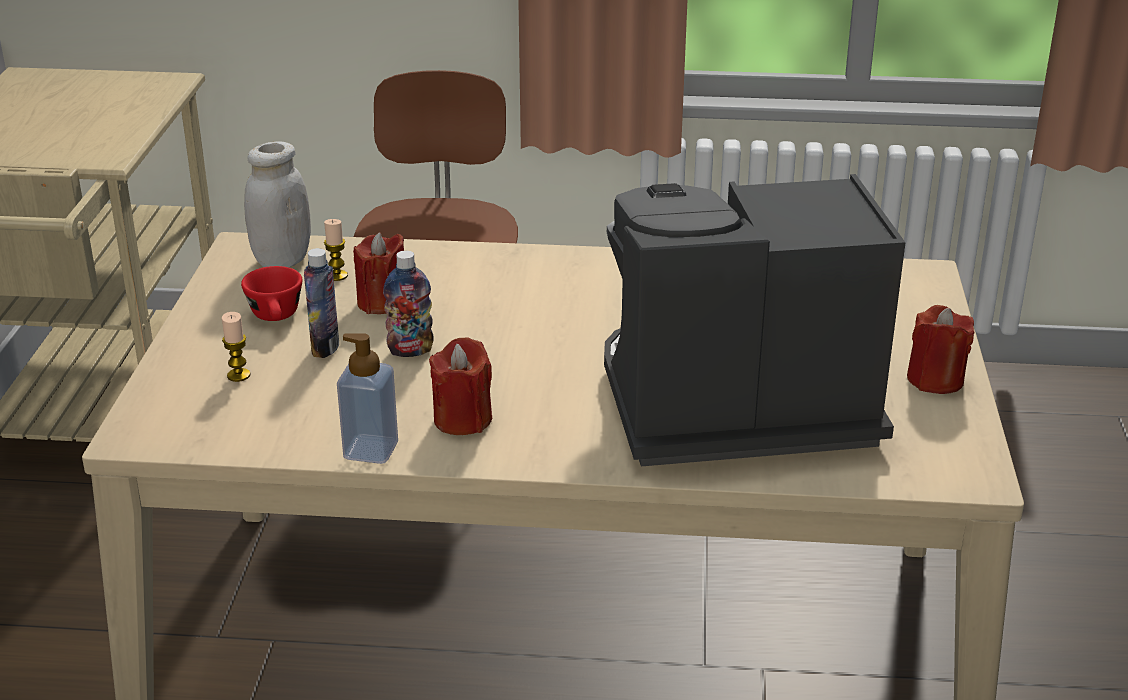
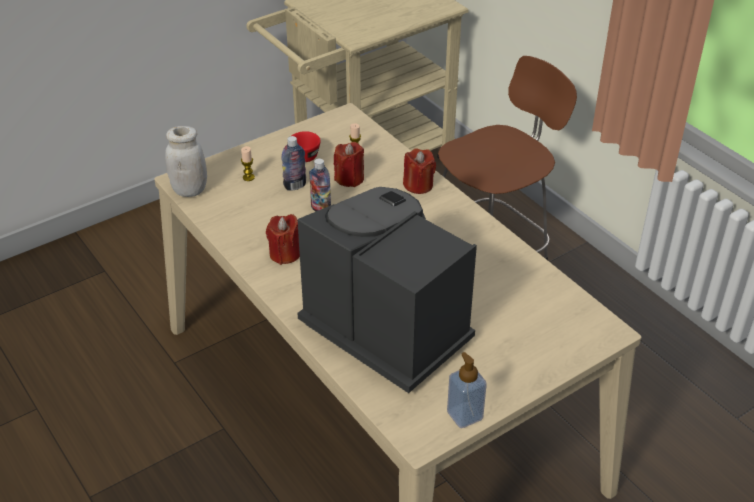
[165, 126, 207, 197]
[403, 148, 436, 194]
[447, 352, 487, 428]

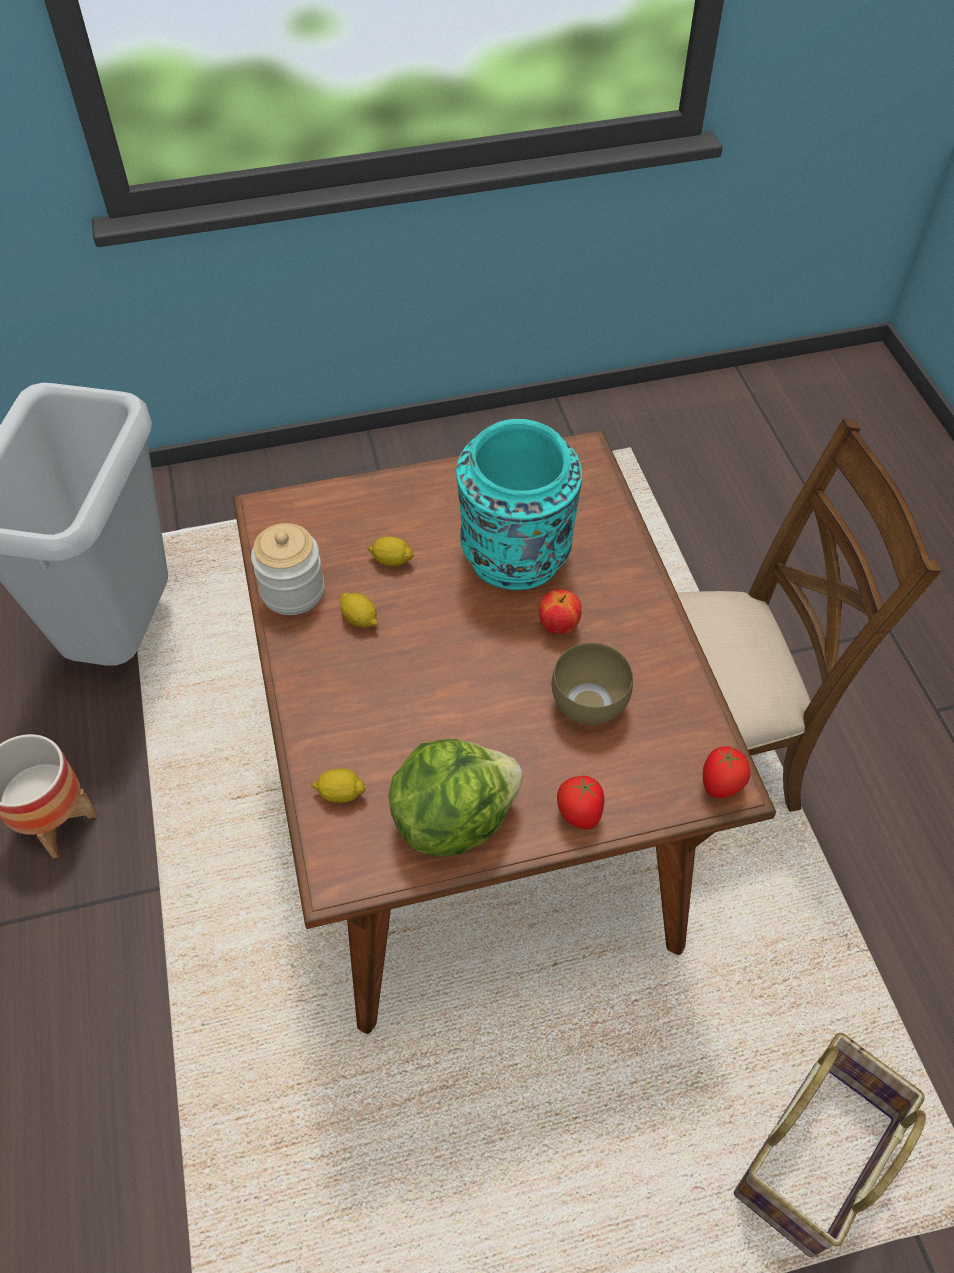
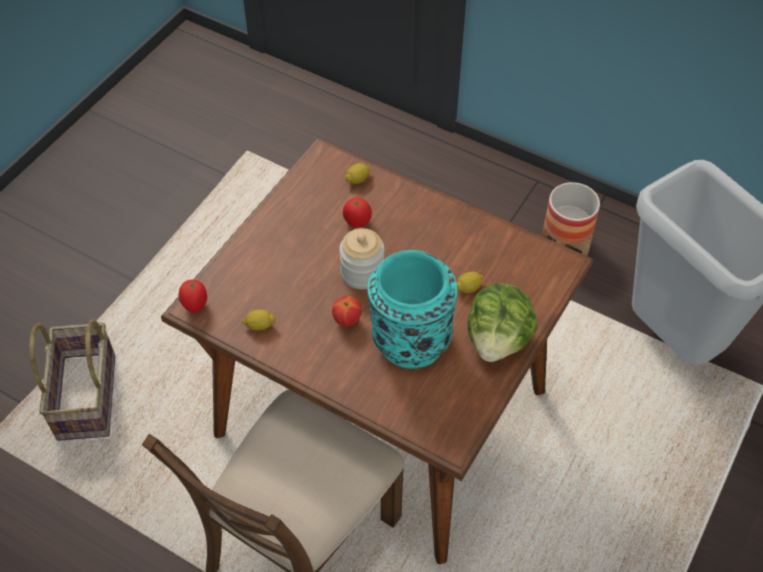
[339, 228, 384, 289]
[242, 309, 276, 331]
[552, 643, 633, 725] (first image)
[468, 283, 538, 362]
[343, 197, 372, 228]

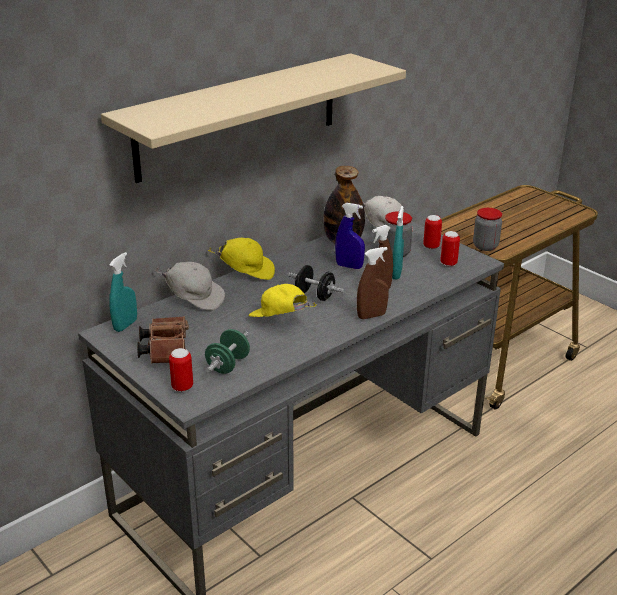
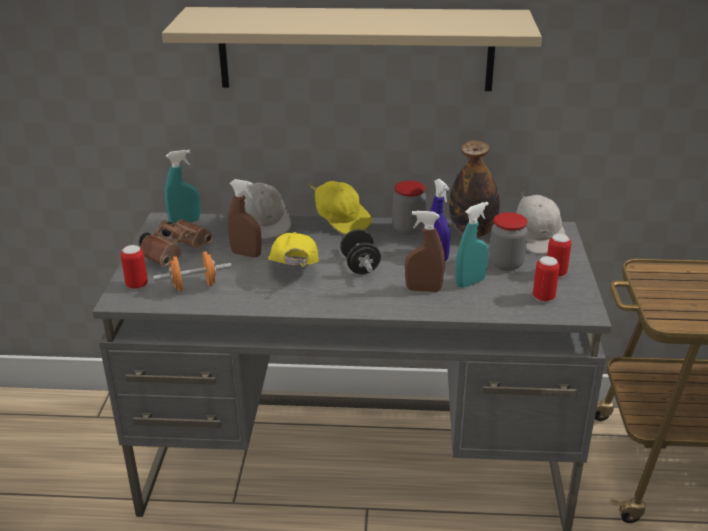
[393, 181, 426, 235]
[228, 179, 261, 257]
[153, 251, 232, 292]

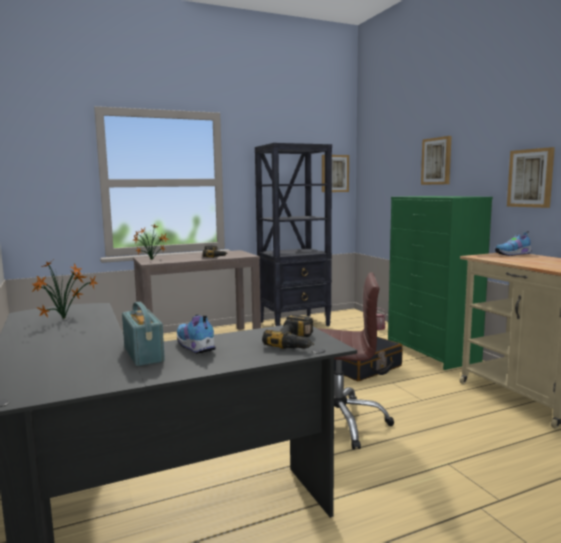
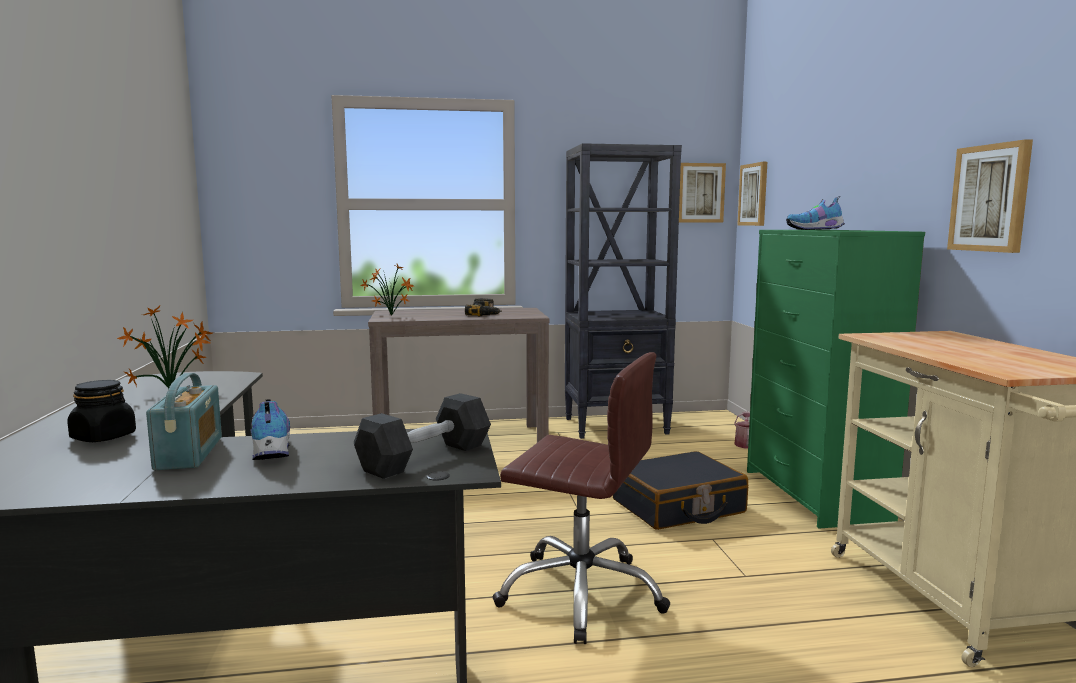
[737, 162, 767, 226]
[786, 196, 845, 230]
[354, 393, 491, 479]
[67, 380, 136, 442]

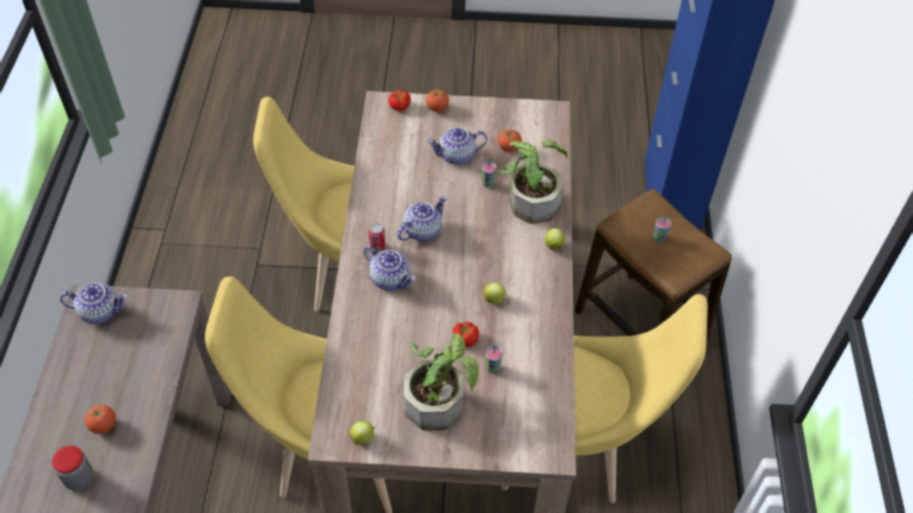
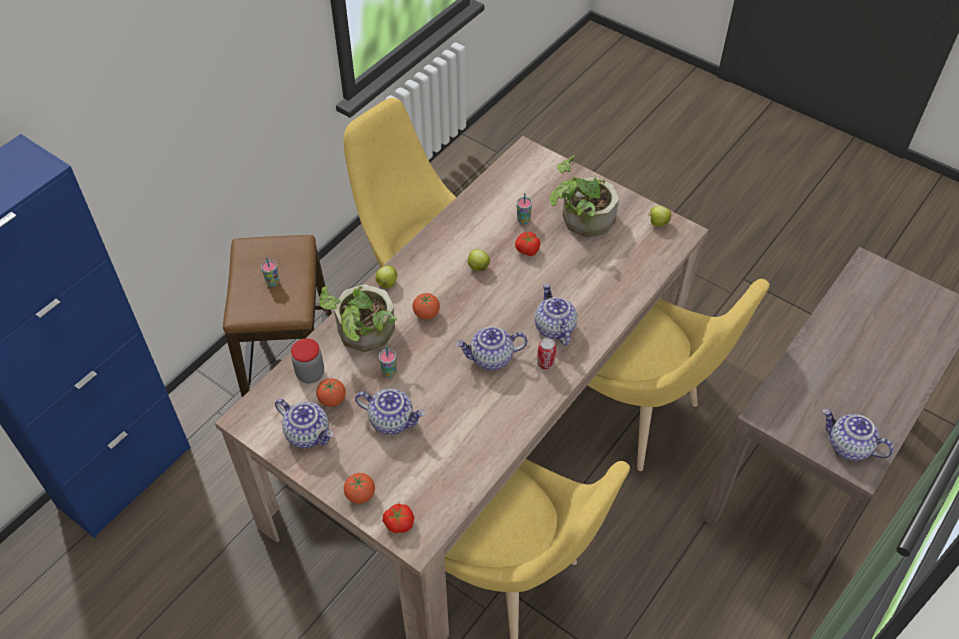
[412, 293, 440, 320]
[291, 339, 324, 384]
[275, 399, 334, 448]

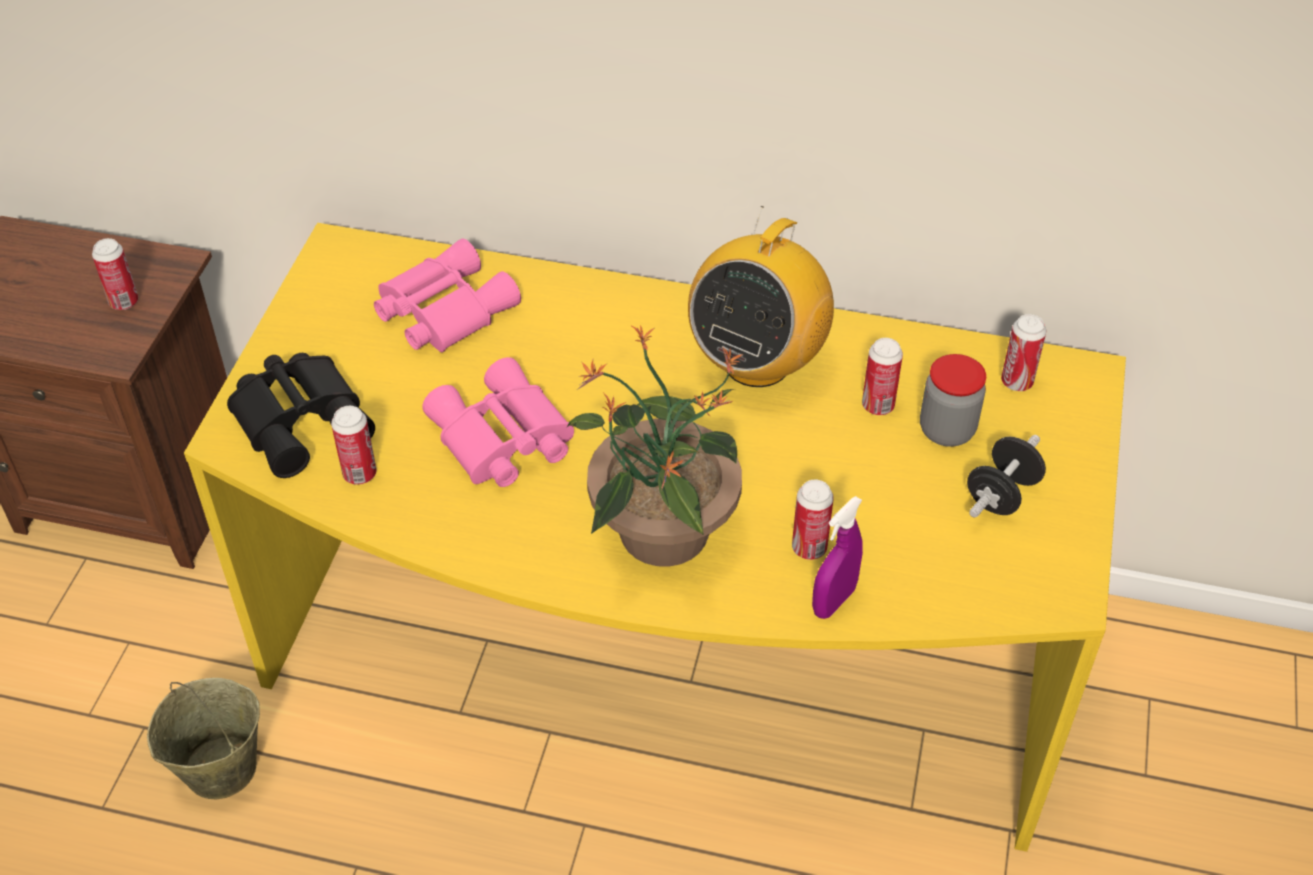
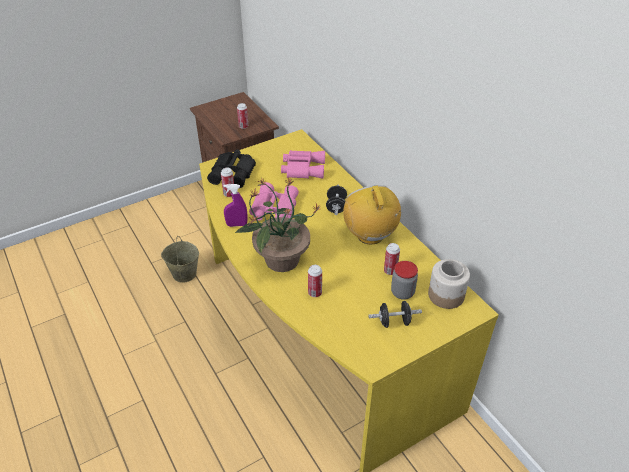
[343, 185, 401, 244]
[428, 259, 470, 309]
[223, 184, 248, 227]
[326, 185, 347, 215]

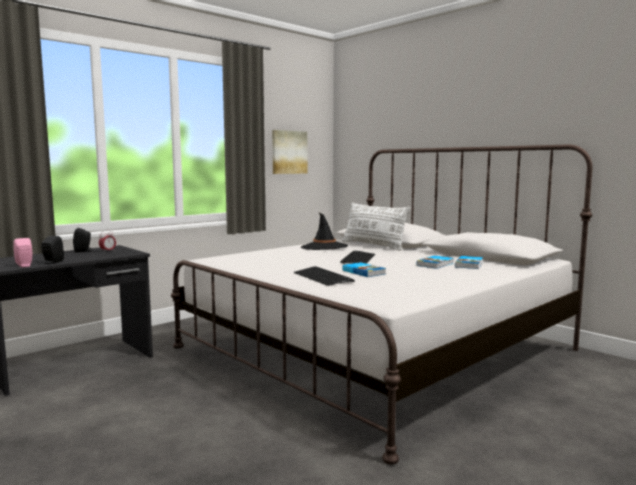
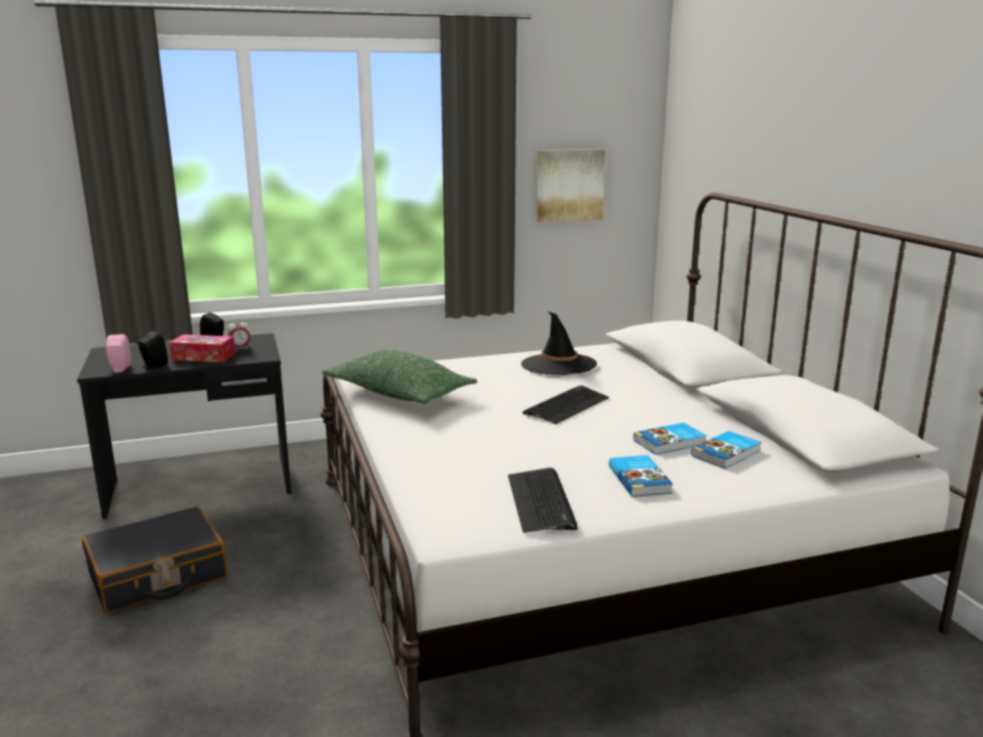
[342, 202, 411, 251] (first image)
[609, 455, 673, 497]
[508, 468, 577, 533]
[169, 334, 235, 362]
[322, 350, 477, 404]
[82, 507, 228, 613]

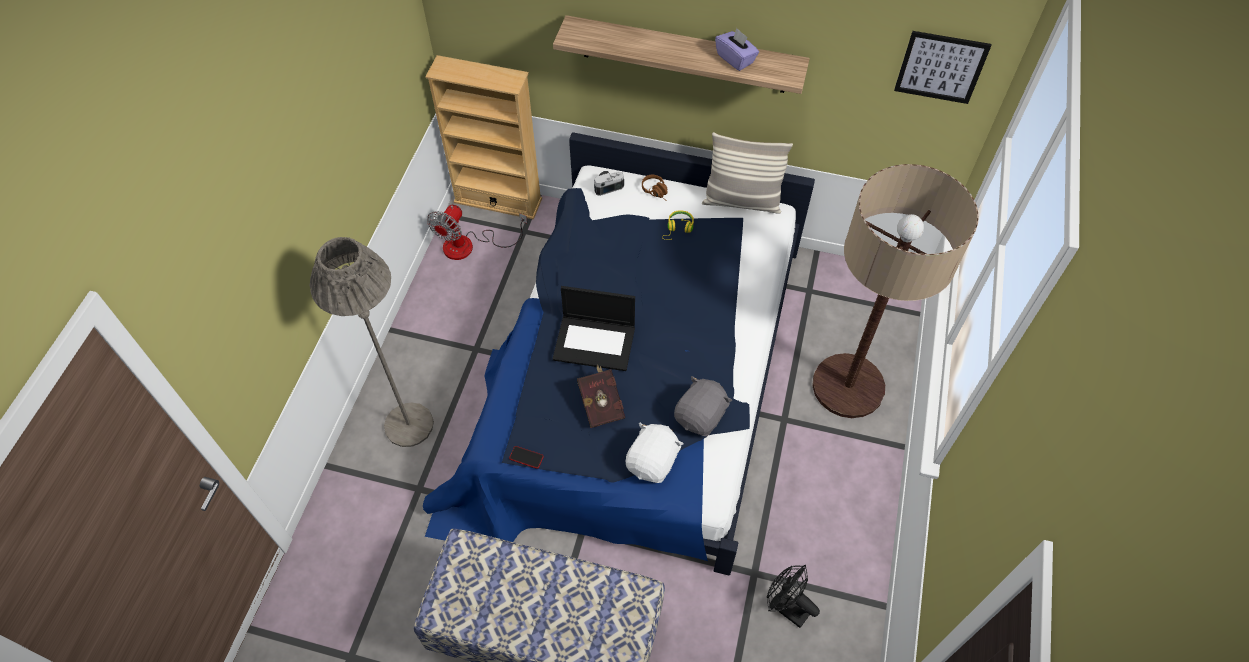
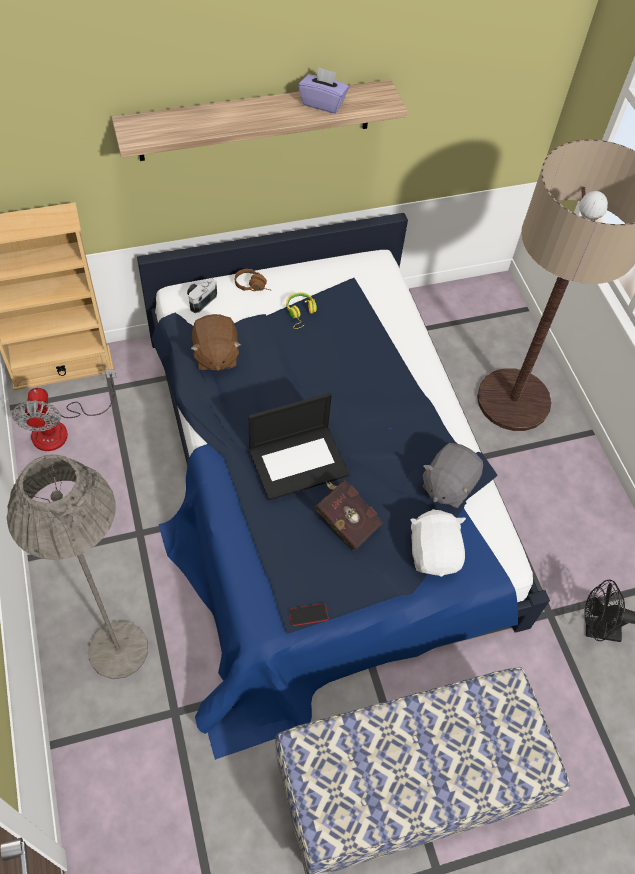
[894, 31, 991, 104] (first image)
[702, 132, 793, 214] (first image)
[422, 443, 483, 508]
[190, 314, 241, 371]

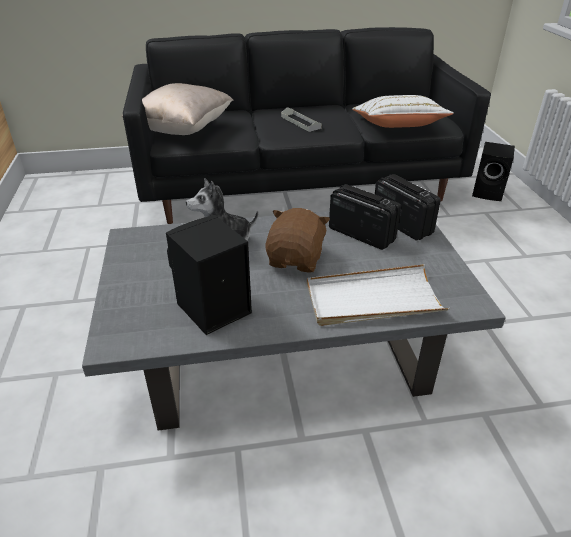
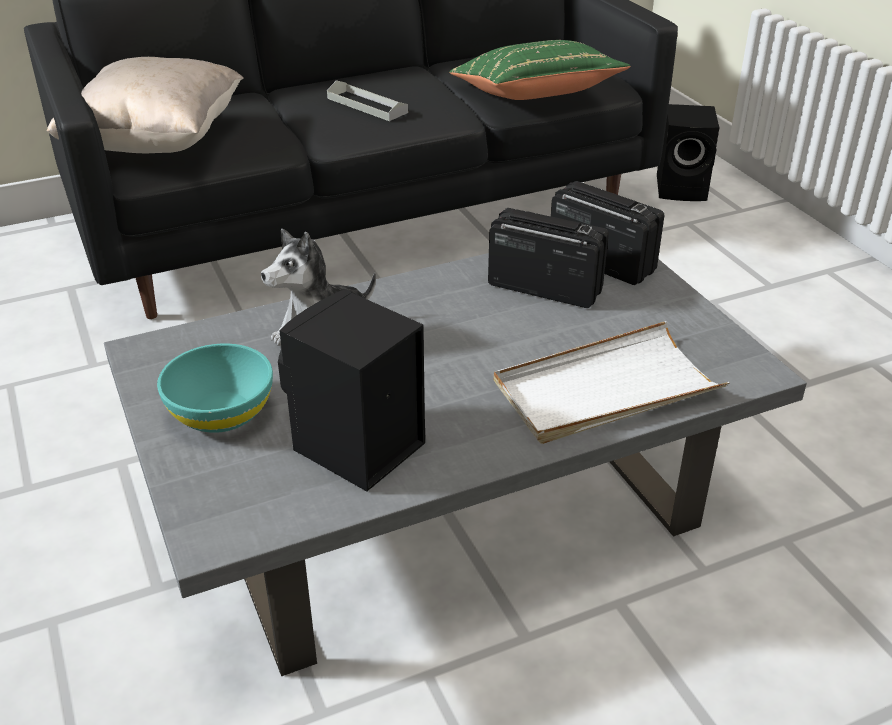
[449, 40, 631, 100]
[265, 208, 330, 273] (first image)
[157, 344, 273, 433]

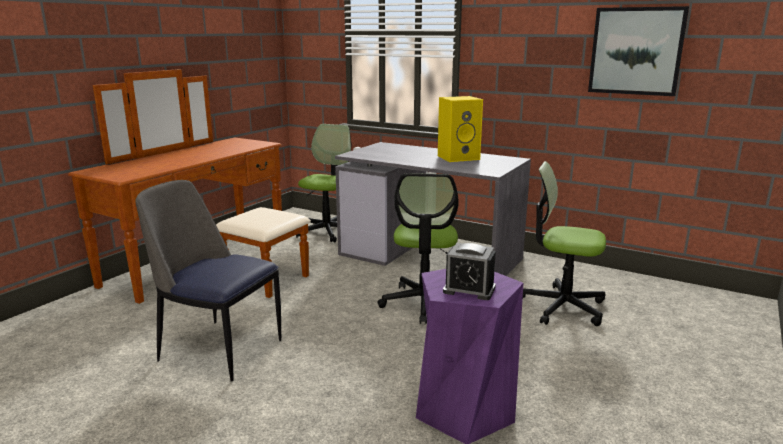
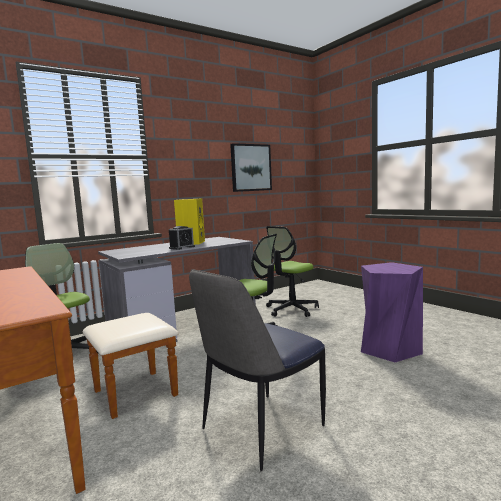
[169, 226, 195, 250]

